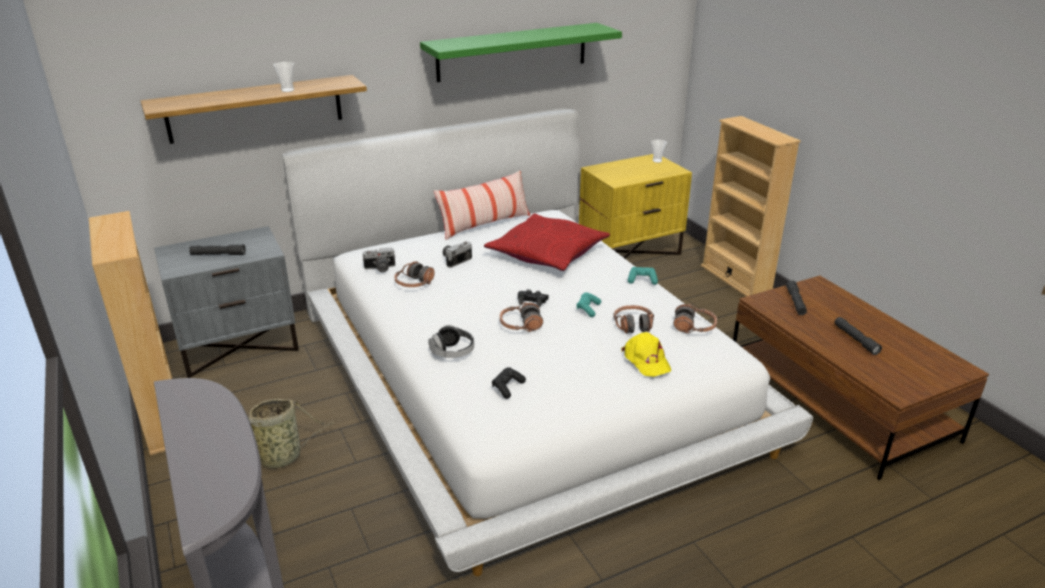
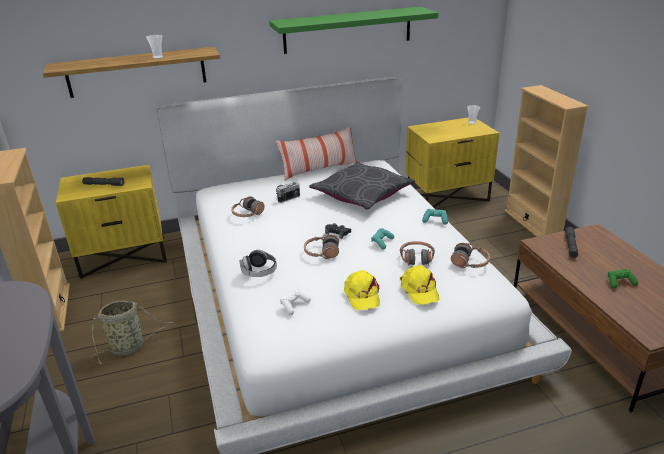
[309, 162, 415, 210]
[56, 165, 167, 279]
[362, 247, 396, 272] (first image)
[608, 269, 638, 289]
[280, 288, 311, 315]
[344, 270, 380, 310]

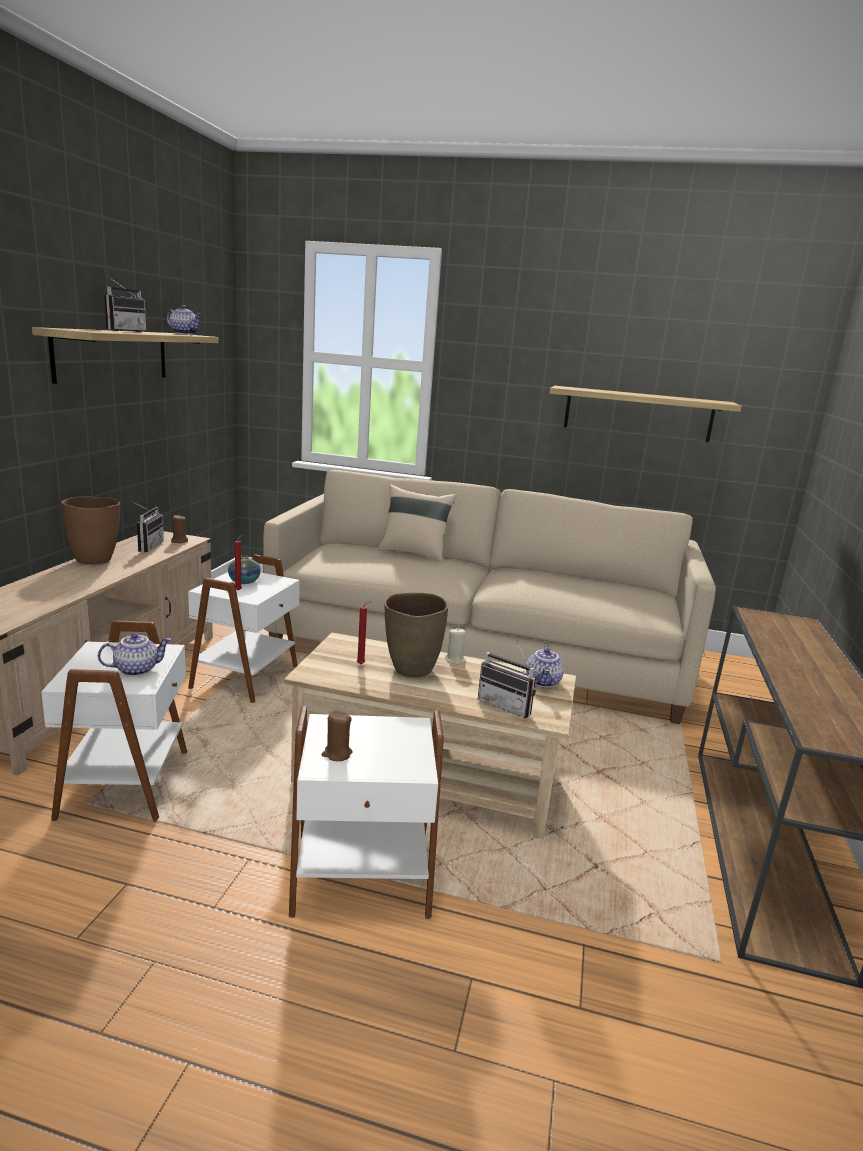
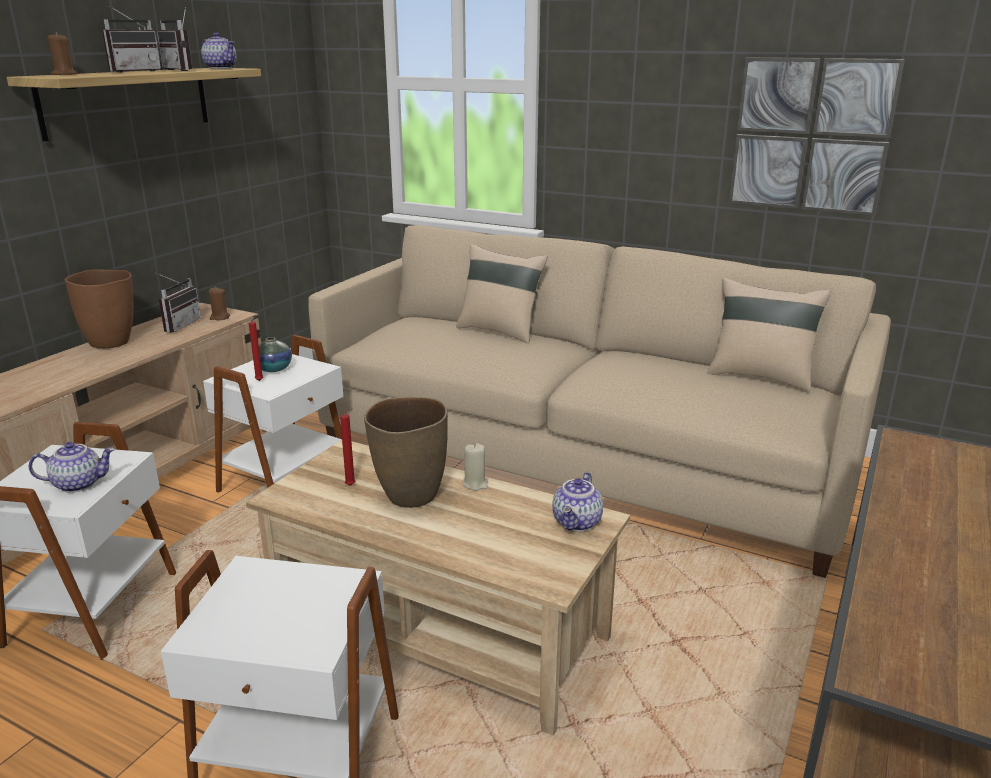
[729, 57, 905, 216]
[157, 7, 192, 71]
[47, 32, 77, 75]
[707, 277, 831, 391]

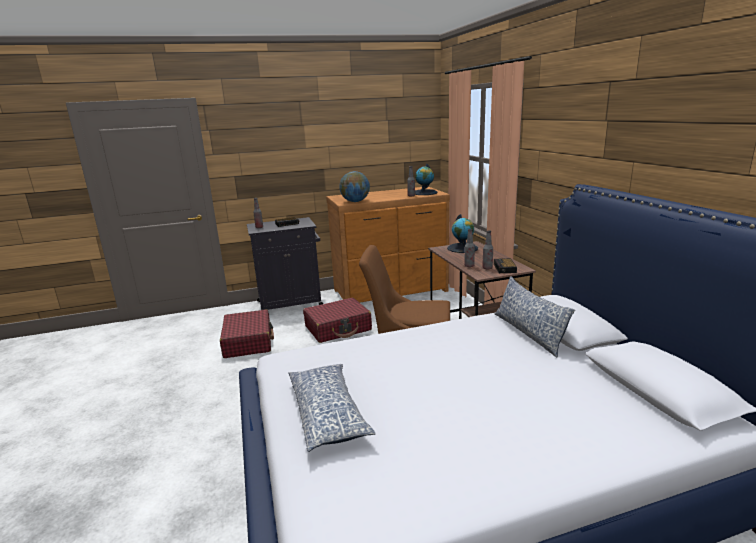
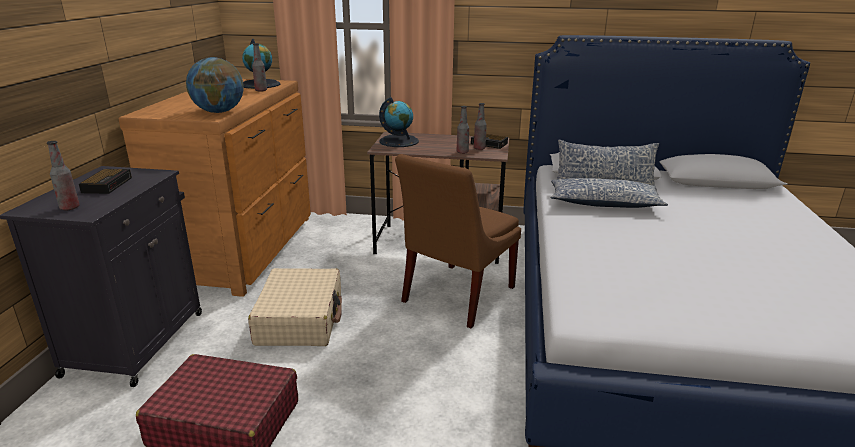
[248, 268, 342, 346]
[551, 178, 668, 208]

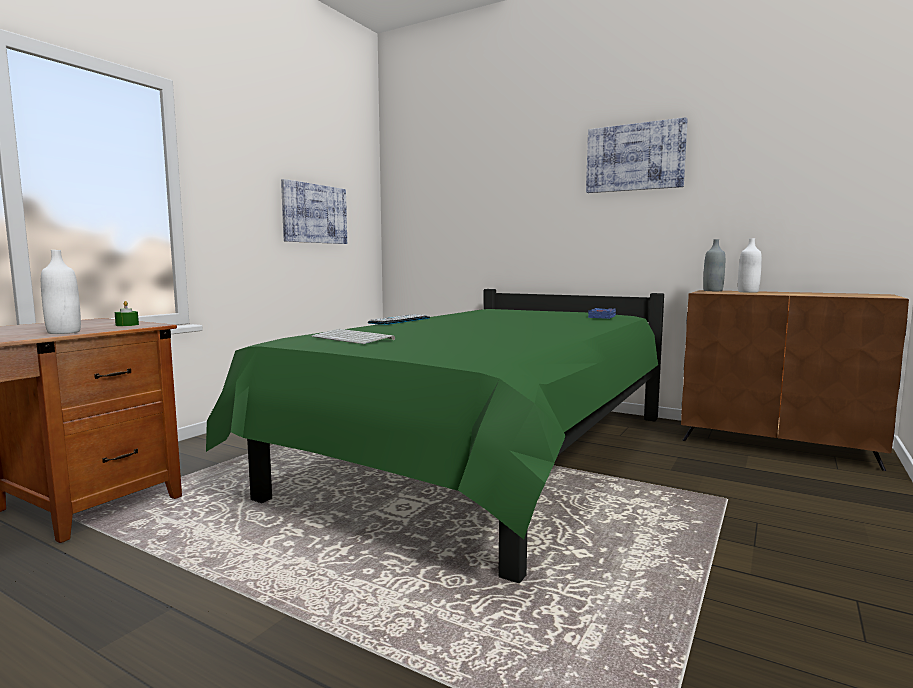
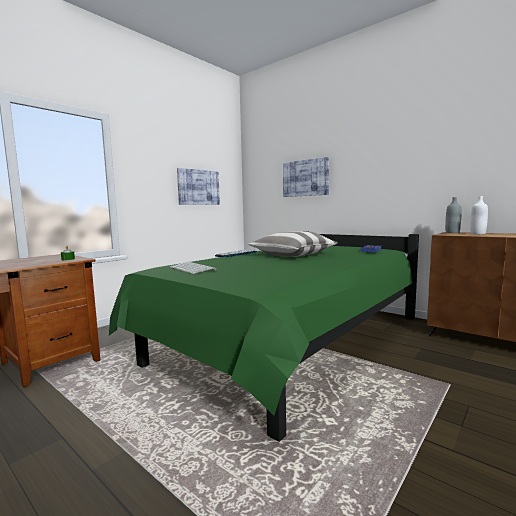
[283, 157, 329, 197]
[41, 250, 81, 334] (first image)
[248, 231, 338, 257]

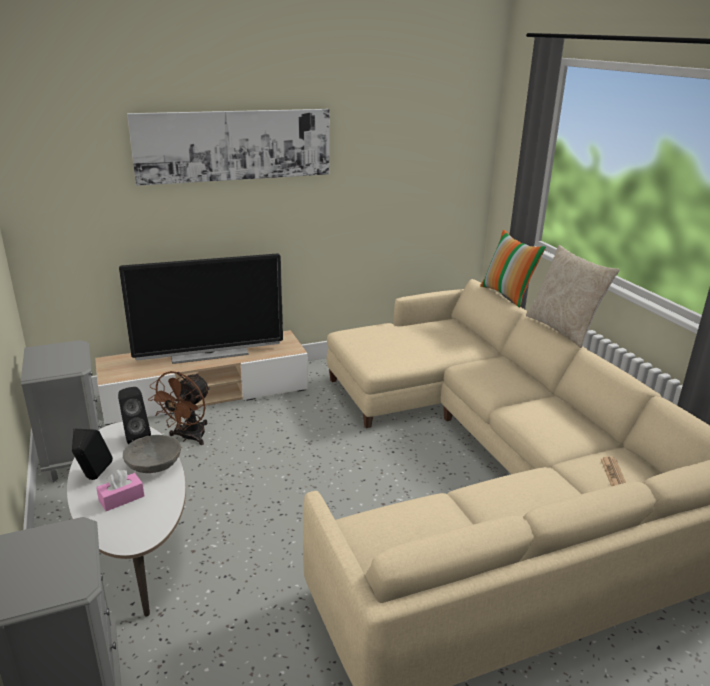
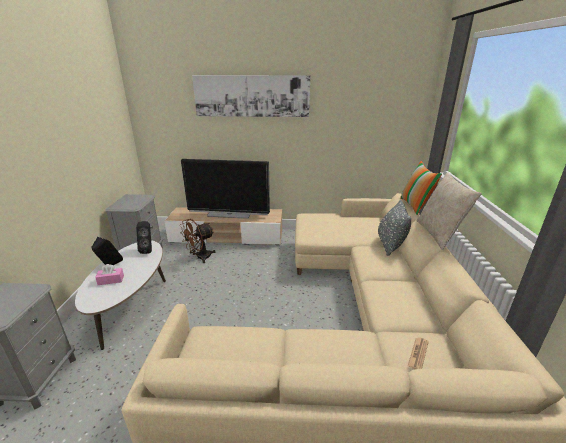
[123, 435, 181, 473] (first image)
[378, 200, 411, 256]

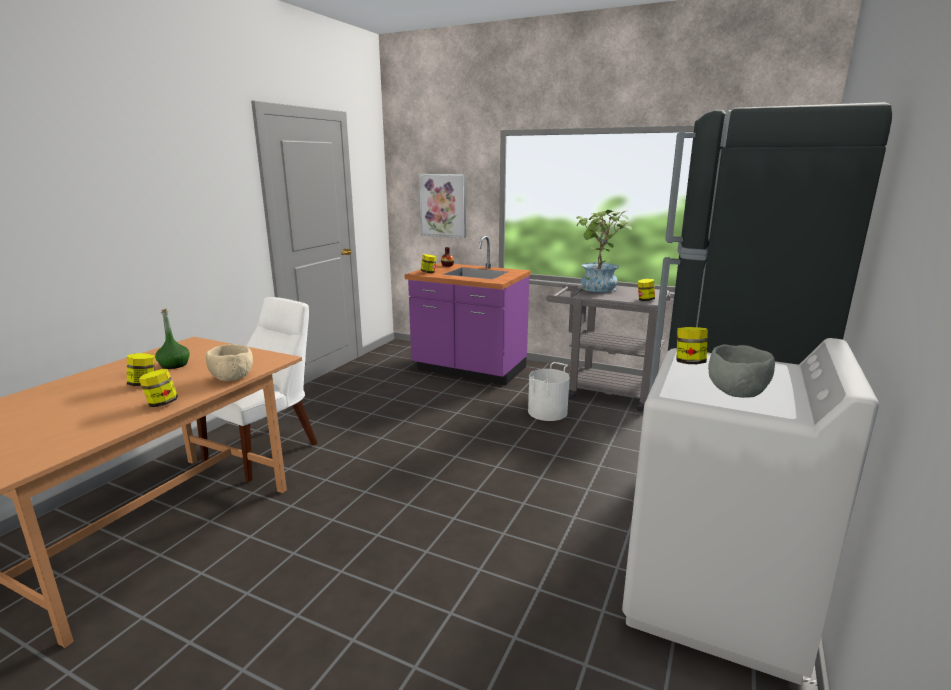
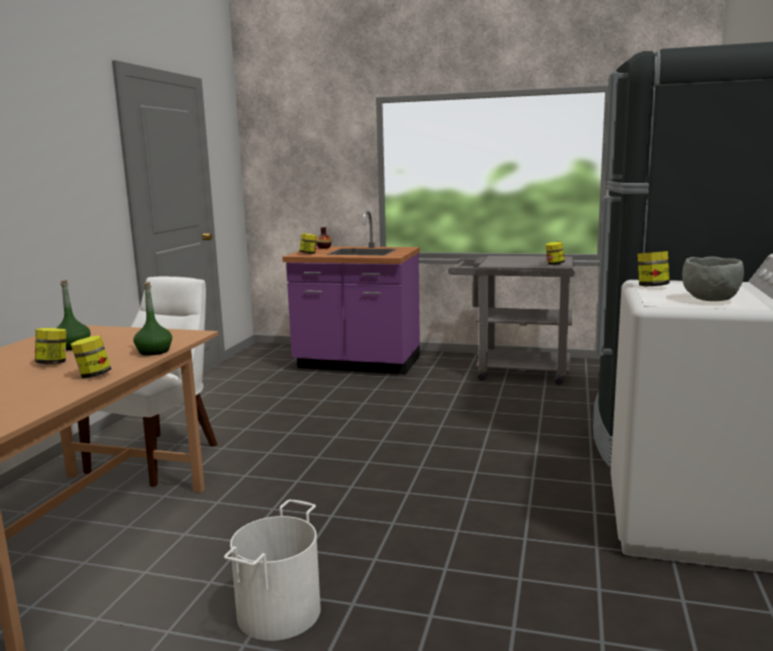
[419, 174, 466, 238] (first image)
[576, 210, 632, 292] (first image)
[133, 282, 172, 355]
[224, 499, 321, 641]

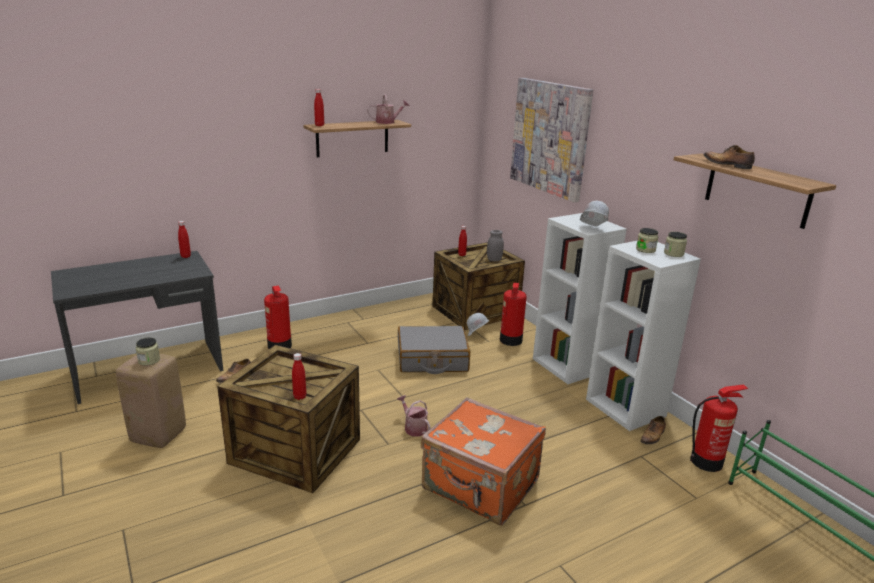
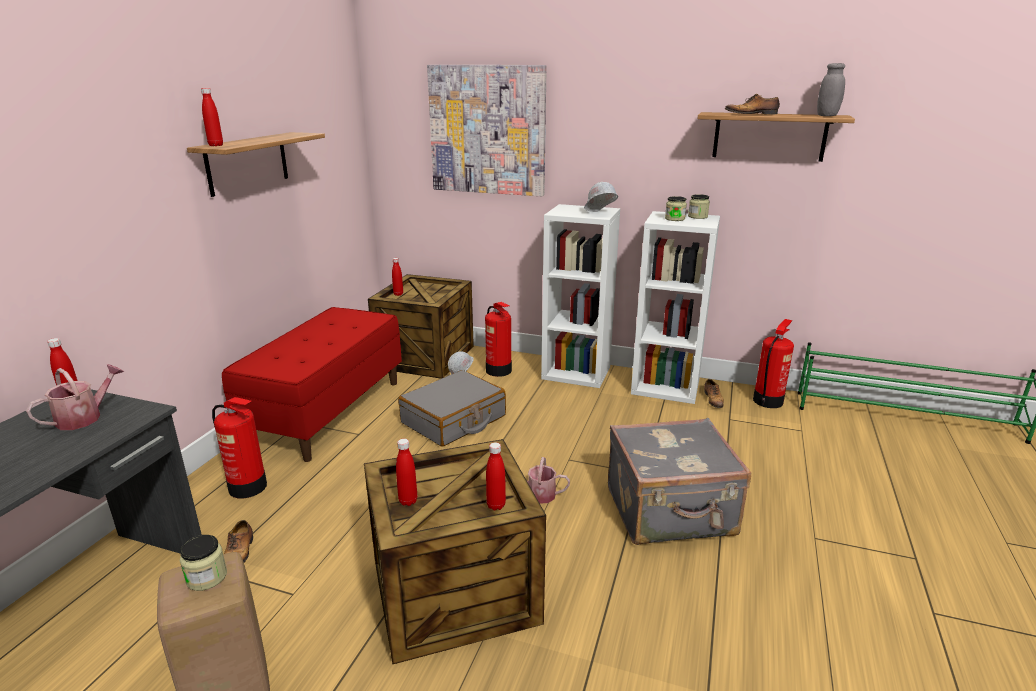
[26, 364, 124, 430]
[817, 63, 845, 116]
[608, 418, 751, 545]
[222, 307, 402, 462]
[396, 439, 417, 506]

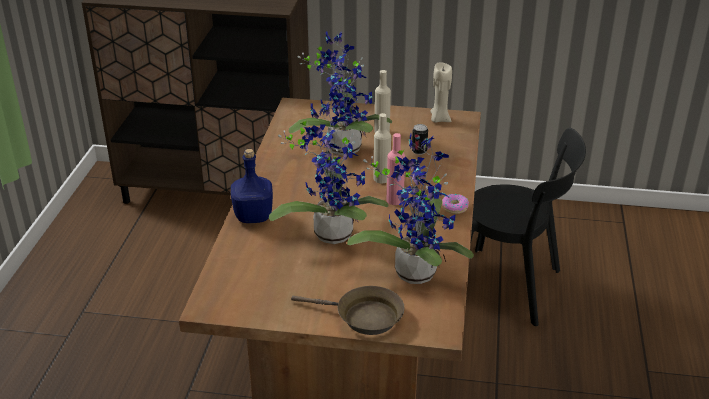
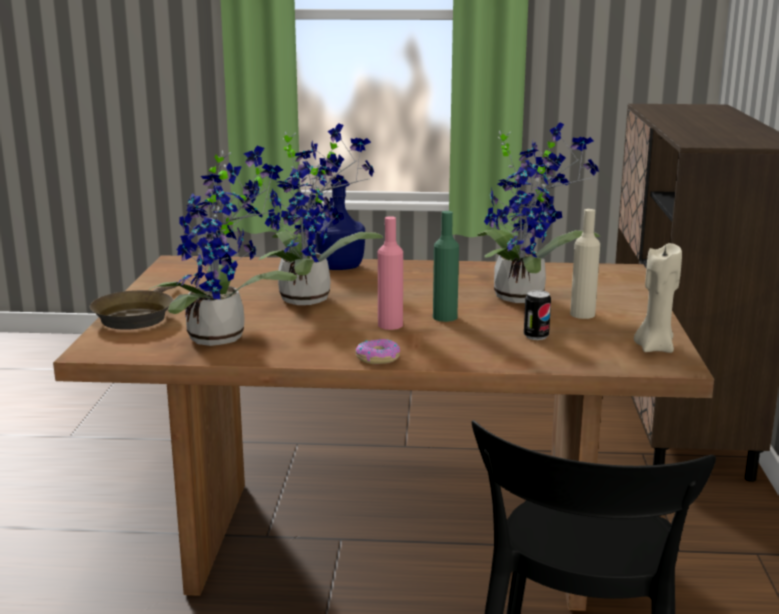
[433, 211, 459, 322]

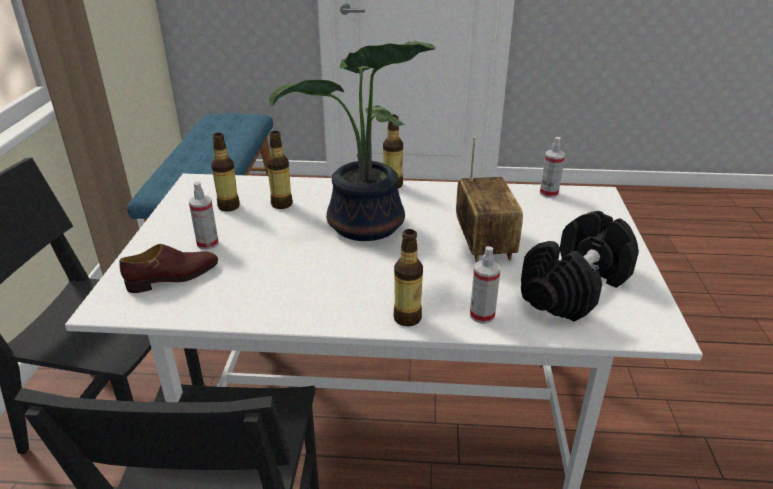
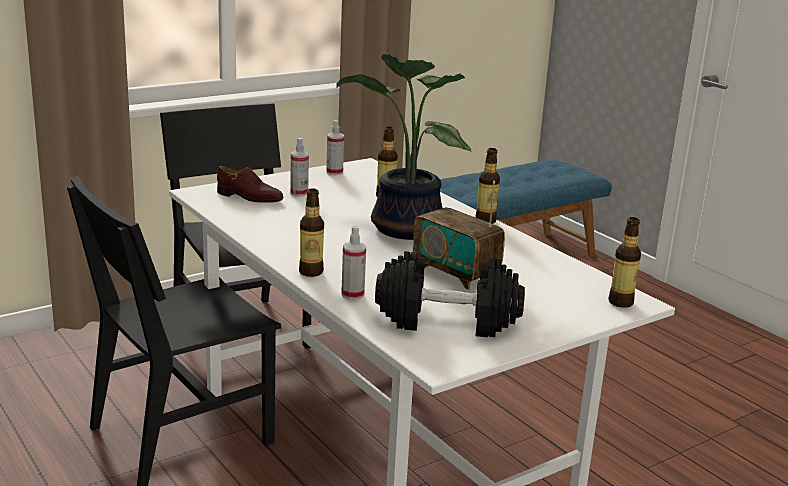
[608, 217, 641, 308]
[413, 181, 505, 290]
[326, 120, 344, 175]

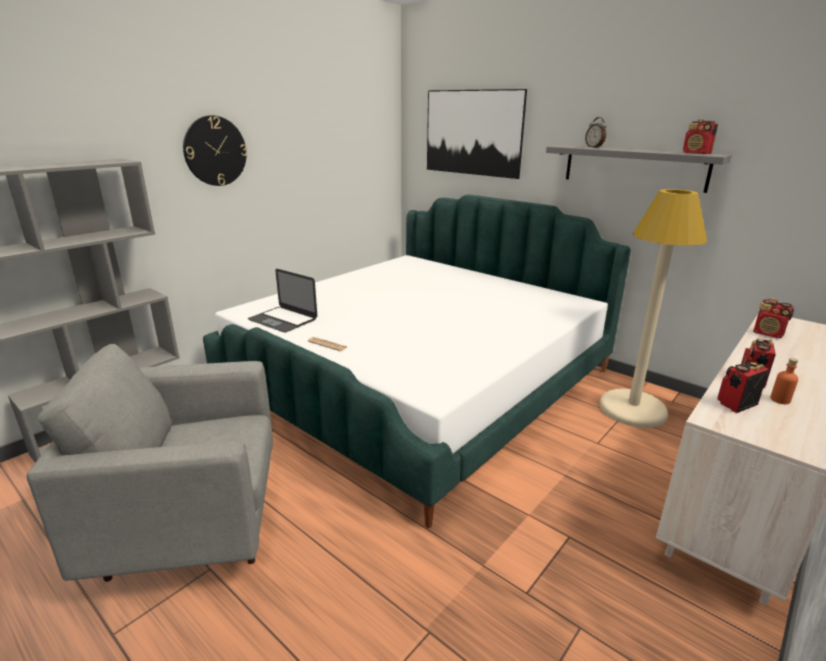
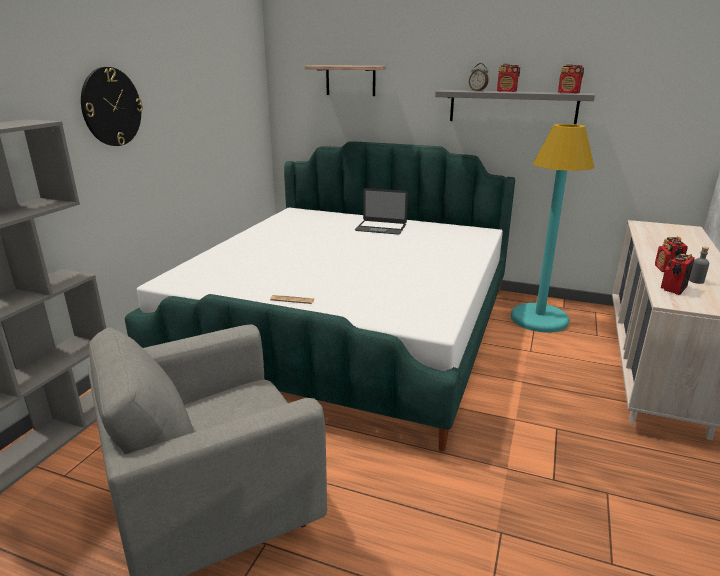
[305, 65, 386, 96]
[511, 124, 594, 333]
[355, 188, 408, 234]
[497, 63, 520, 92]
[689, 247, 709, 284]

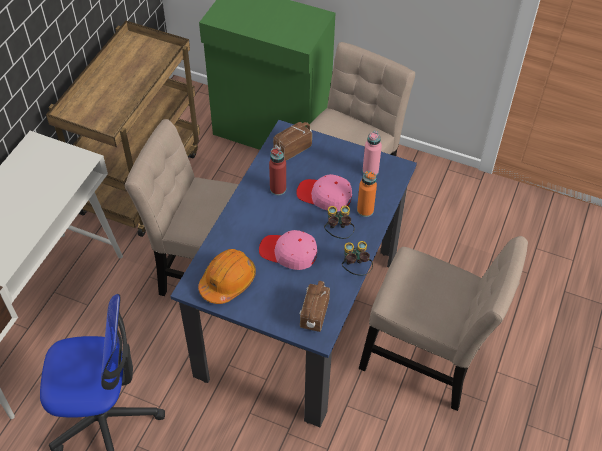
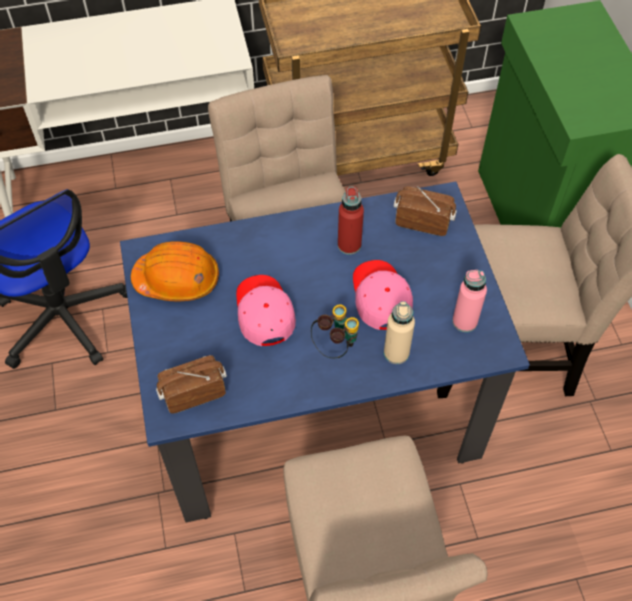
[384, 301, 415, 364]
[342, 241, 373, 276] (first image)

